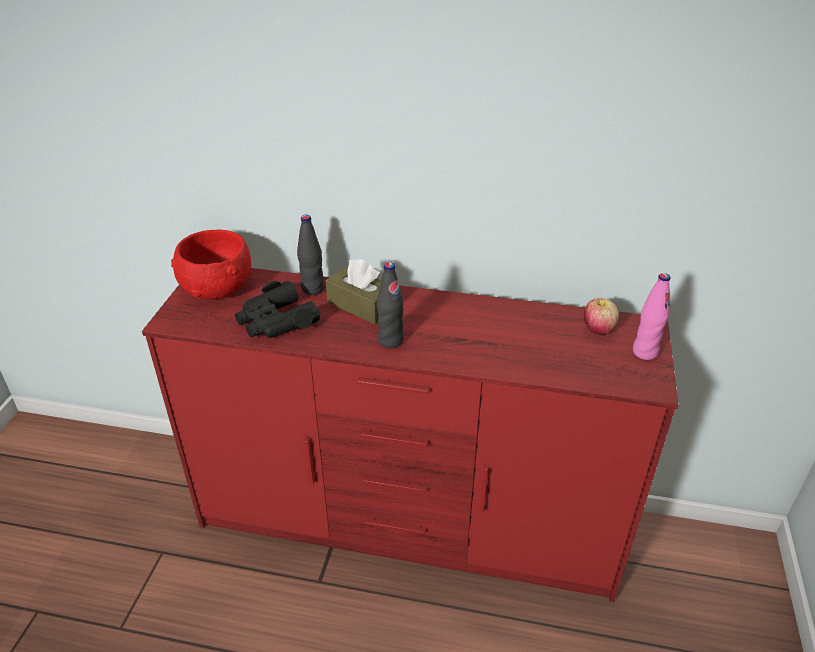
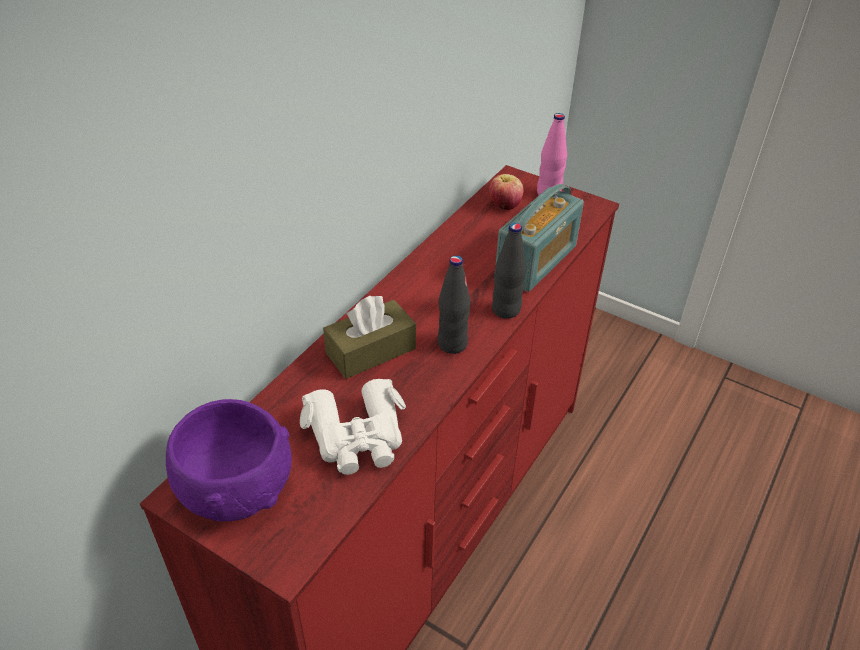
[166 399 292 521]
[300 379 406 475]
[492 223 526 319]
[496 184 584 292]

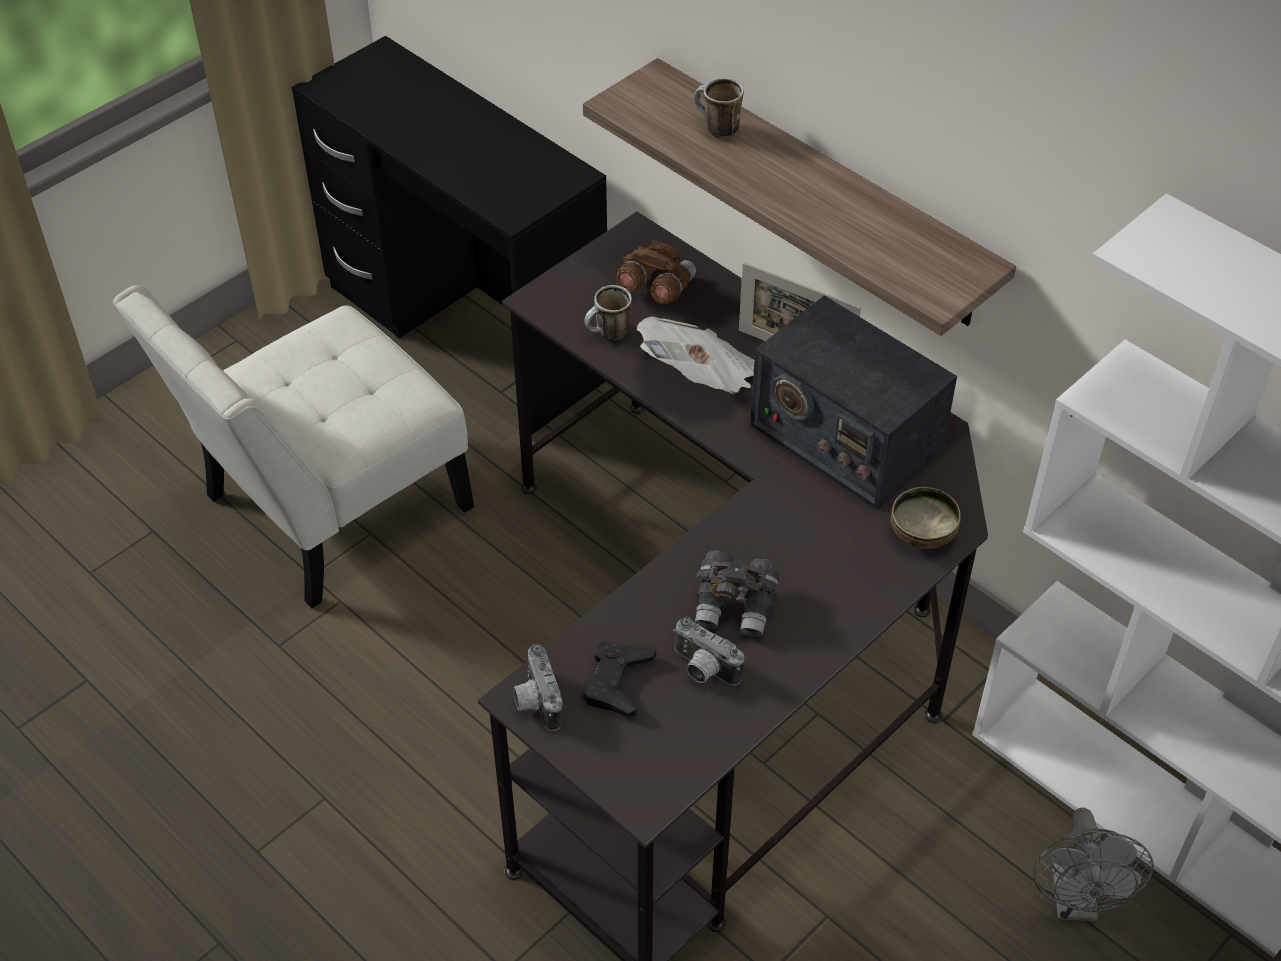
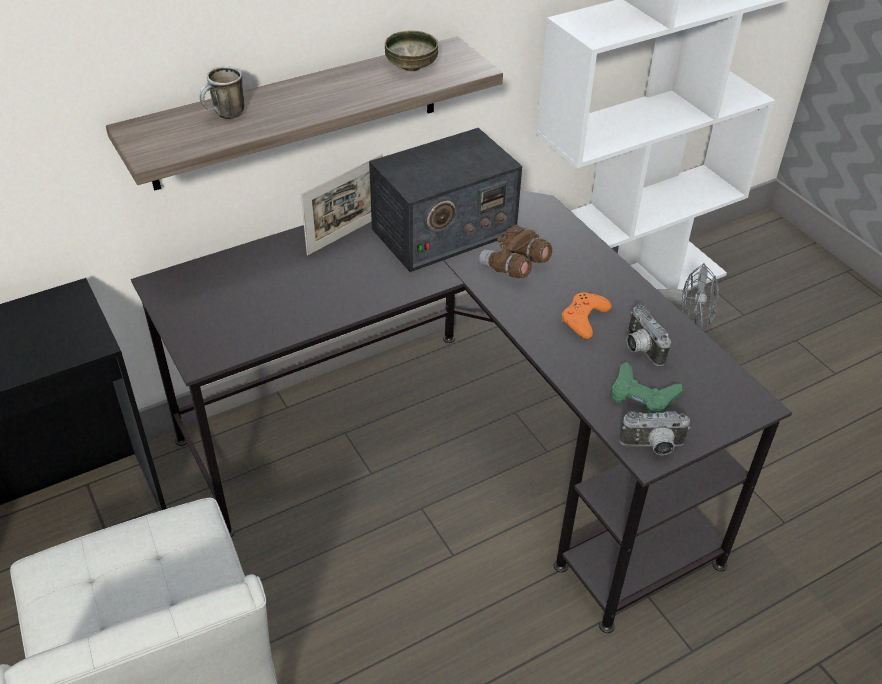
[611 361 682 414]
[585 285 632 340] (first image)
[479 224 552 279]
[637 317 754 394] (first image)
[627 304 671 366]
[562 292 612 339]
[385 31 438 71]

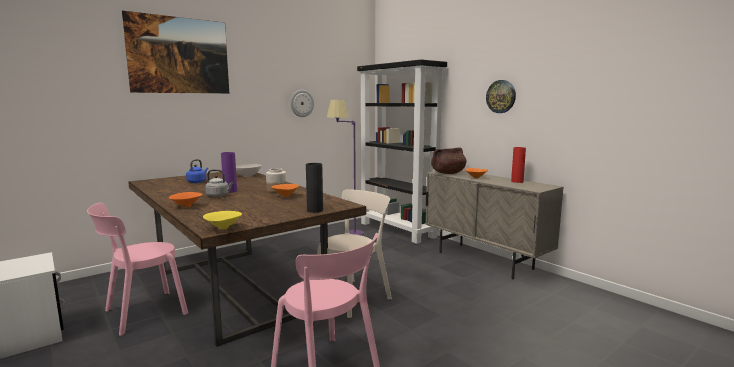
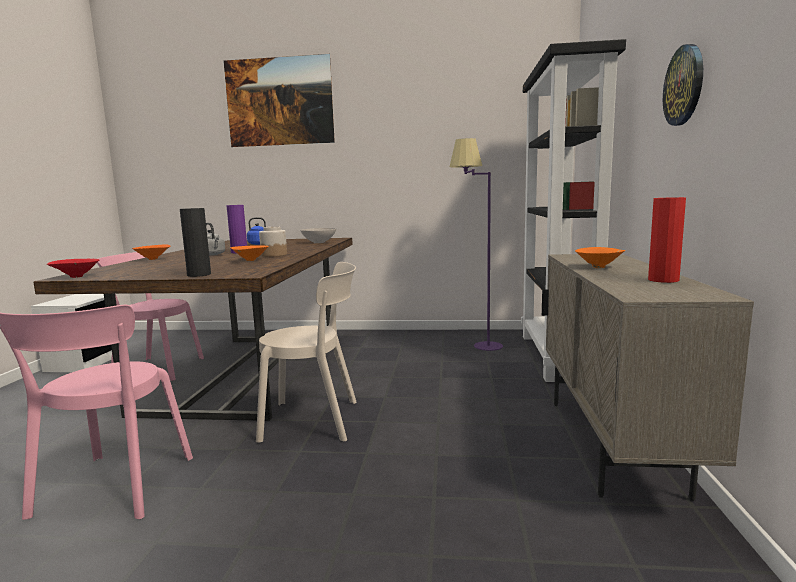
[47 259 100 278]
[290 90 314 117] (first image)
[431 147 467 174] (first image)

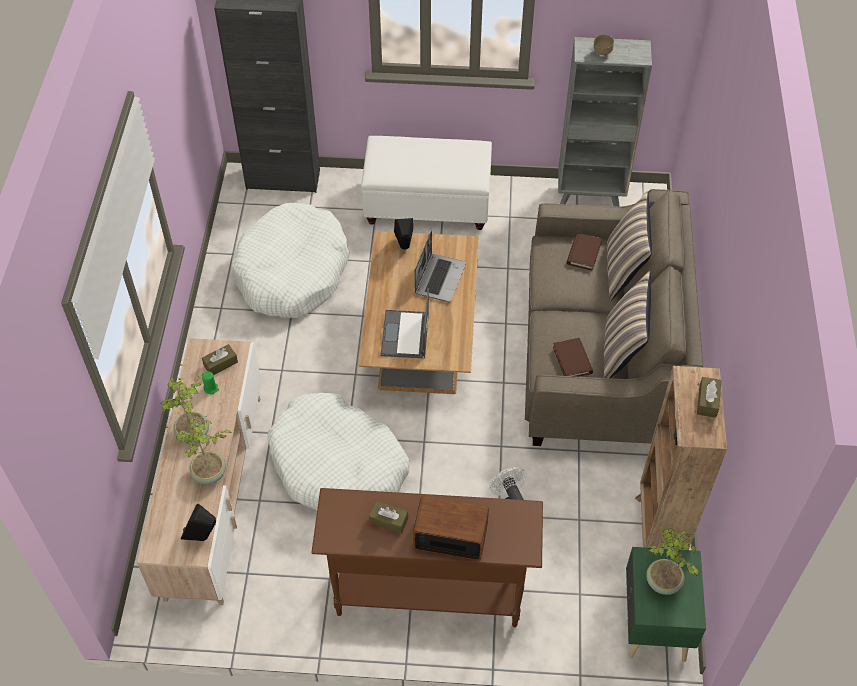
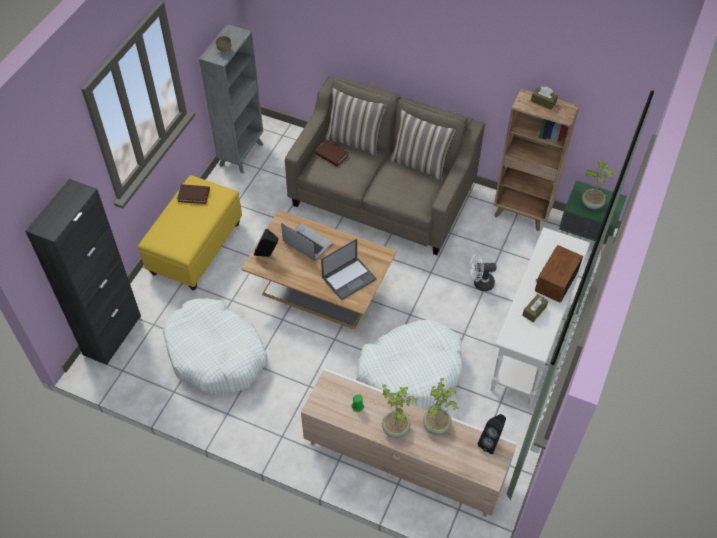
[202 344 238 375] (first image)
[491 227 590 405]
[137 175 242 290]
[321 239 377 300]
[177 184 210 204]

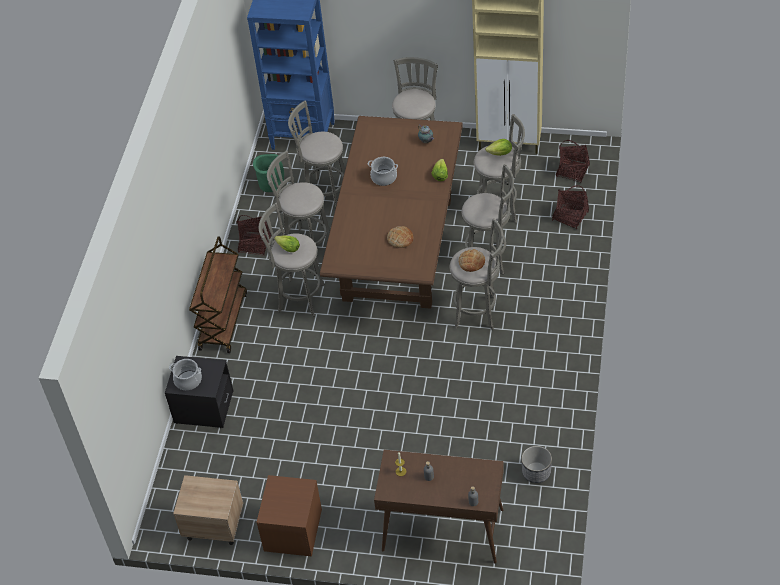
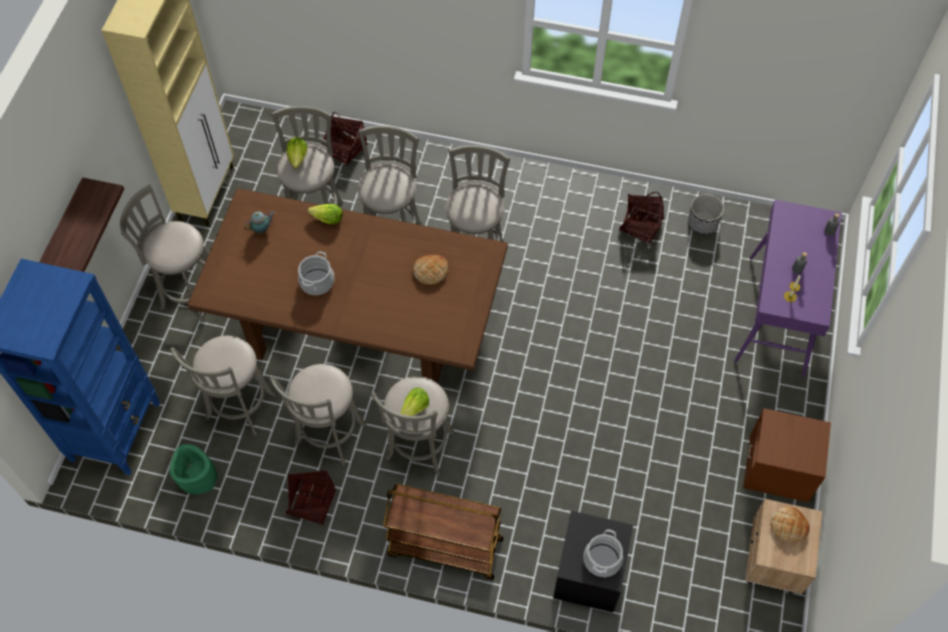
[734 200 842 377]
[770 506 810 543]
[619 192 664 244]
[40 177 124 272]

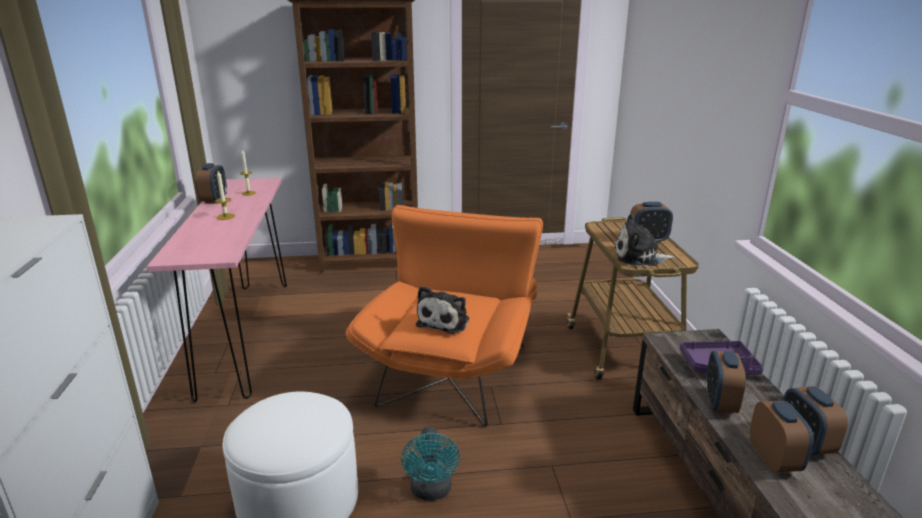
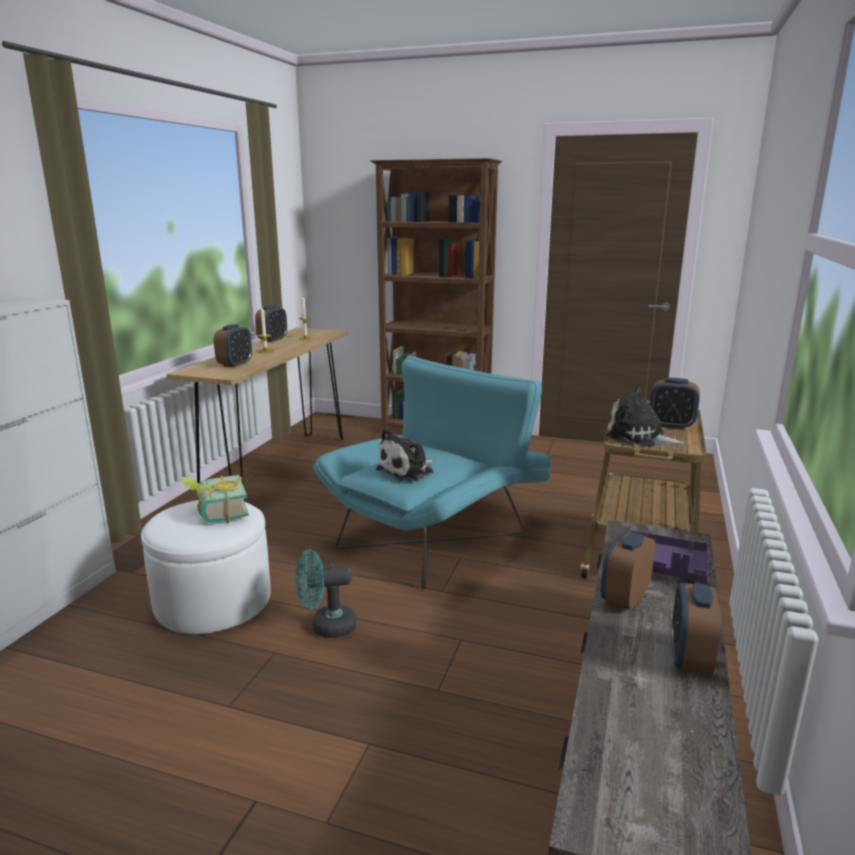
[166 328 348 484]
[314 356 551 589]
[296 549 356 638]
[214 324 252 368]
[180 475 249 523]

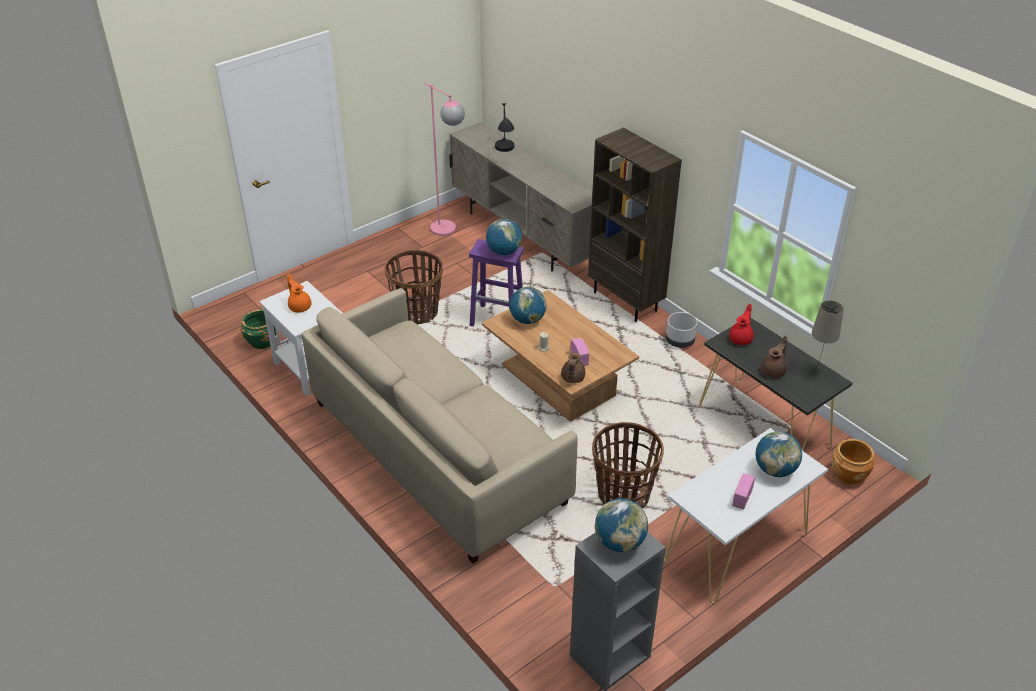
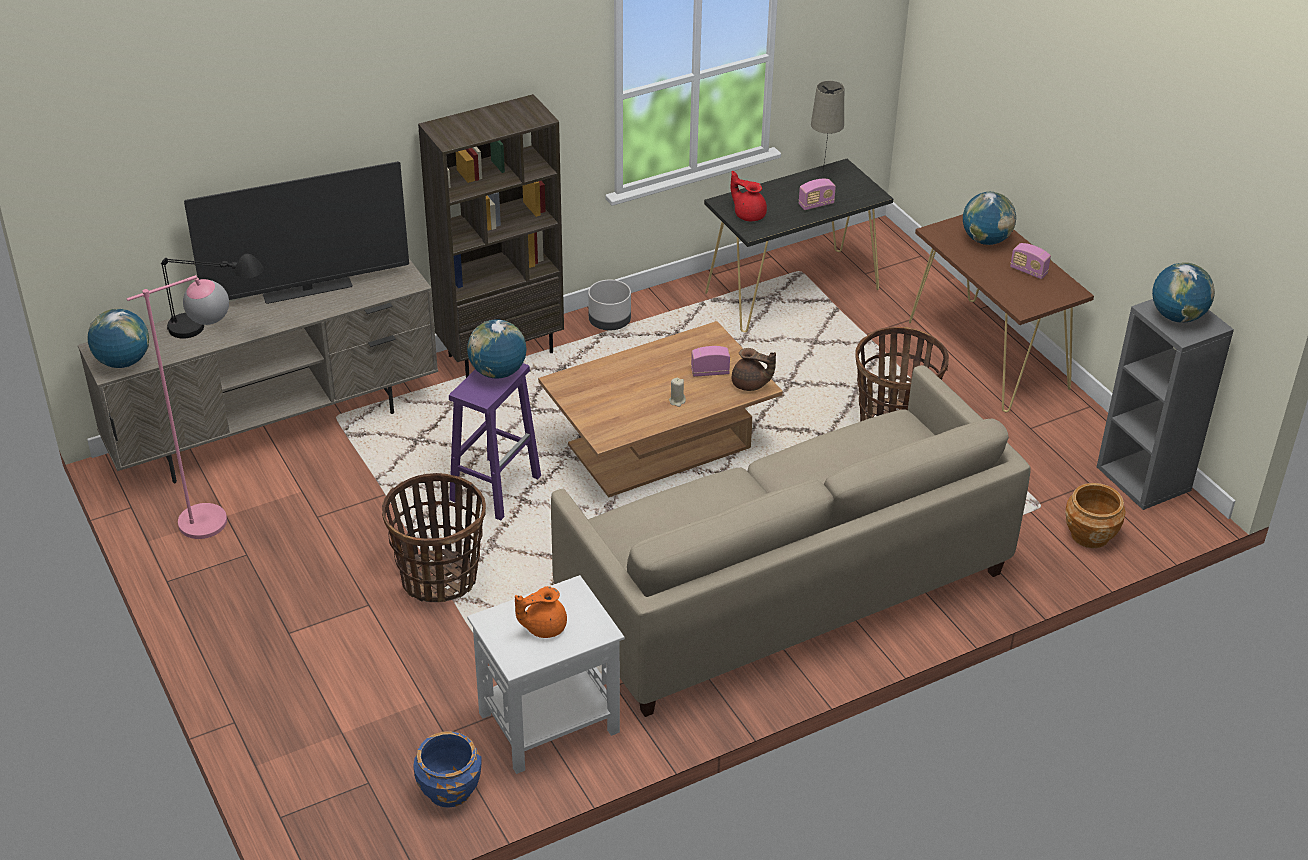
[413 731 482 808]
[87 309 149 368]
[909 214 1094 412]
[799 179 836 210]
[1065 483 1126 548]
[184 161 409 304]

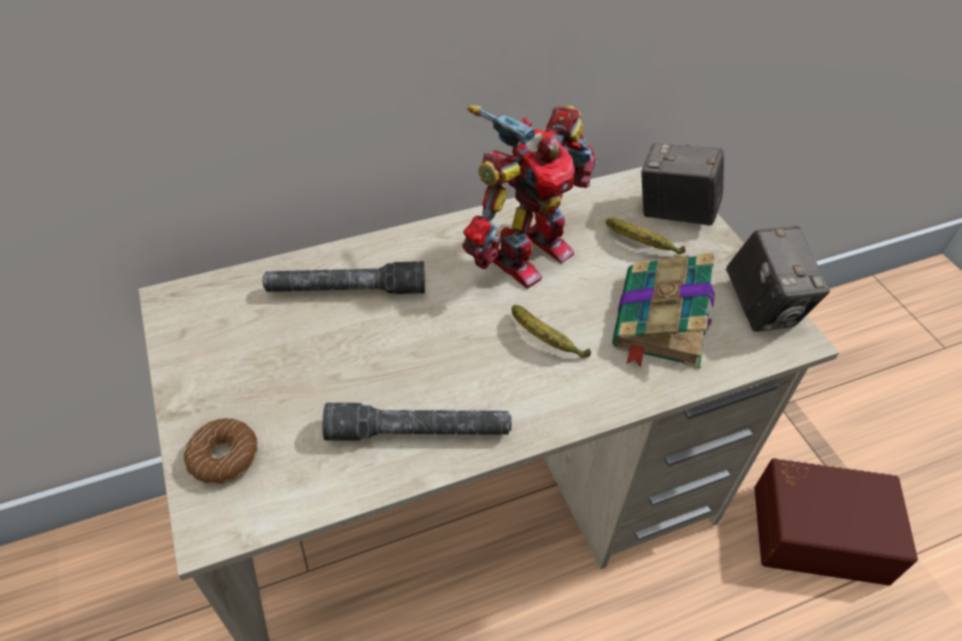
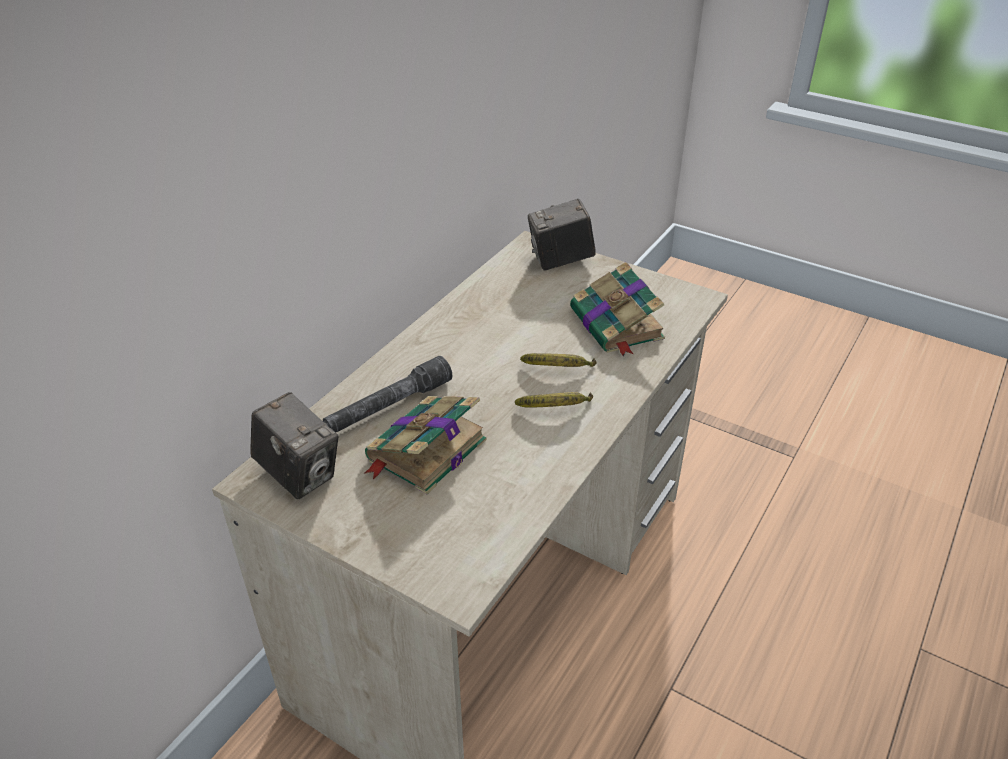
[184 418 258 484] (first image)
[322 403 512 441] (first image)
[463 106 598 289] (first image)
[515 392 593 408]
[250 392 338 499]
[754 458 918 585] (first image)
[364 396 486 494]

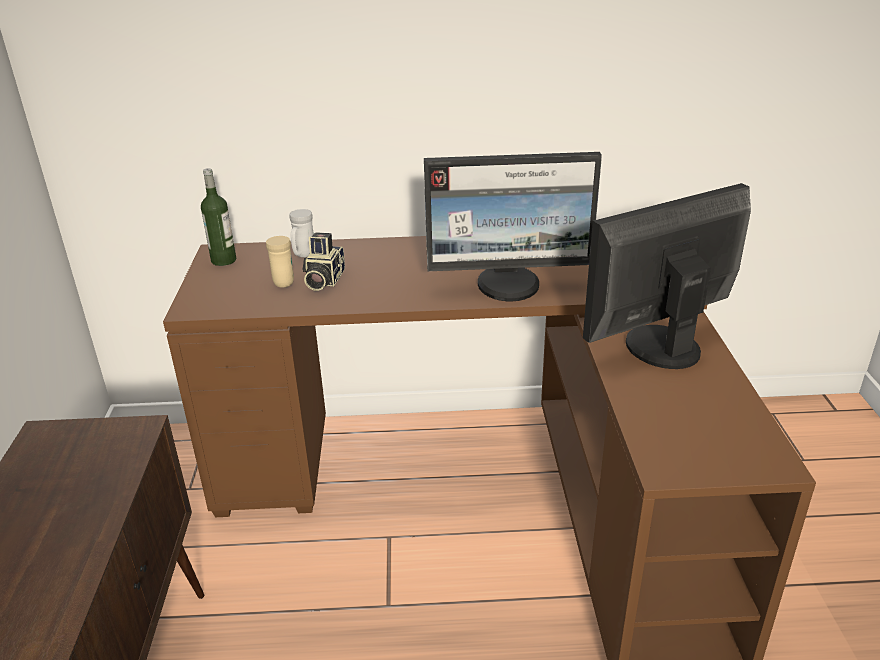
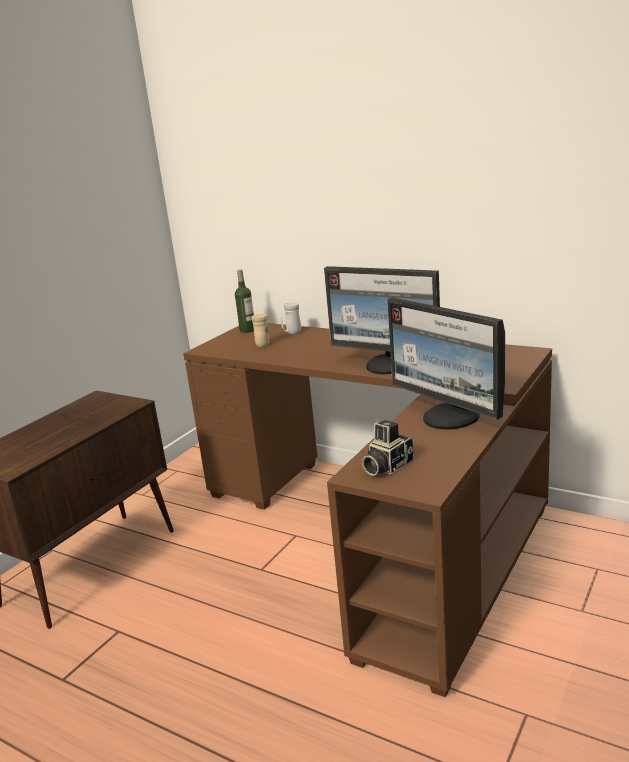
[362 420 414 476]
[387 297 505 430]

